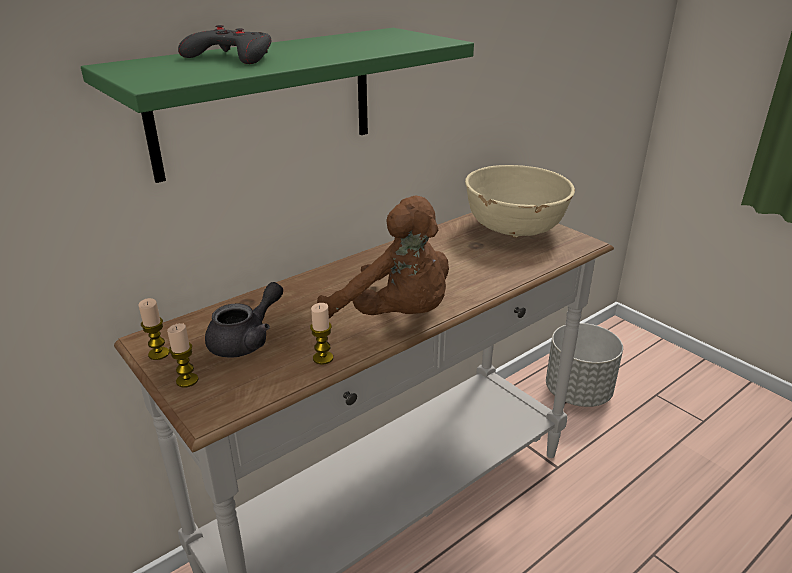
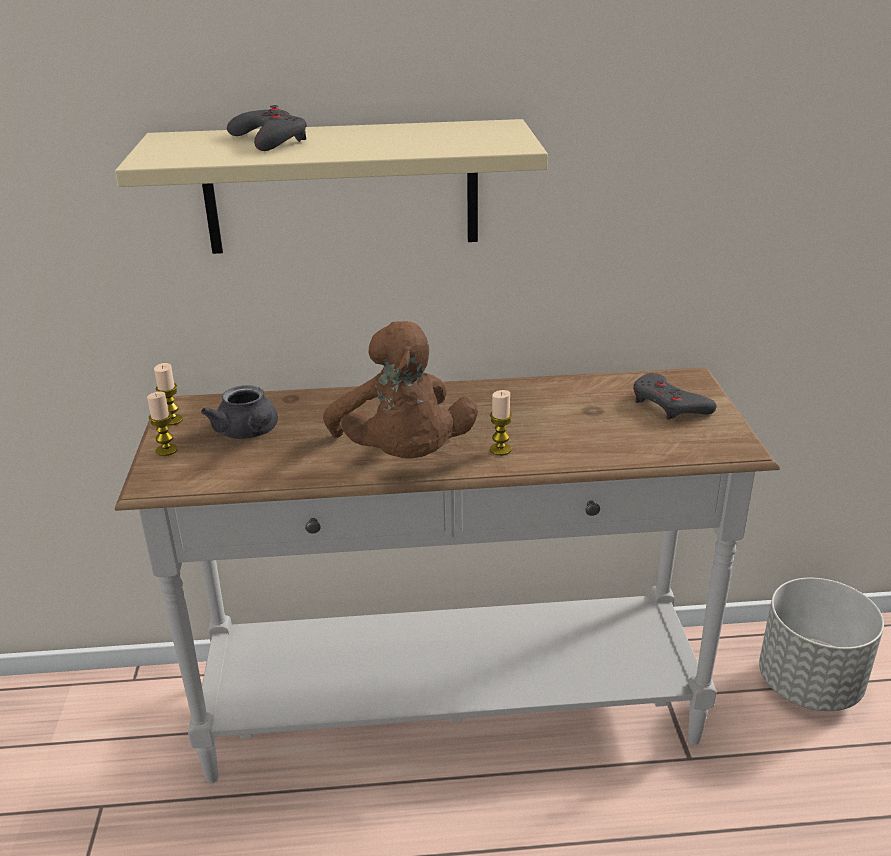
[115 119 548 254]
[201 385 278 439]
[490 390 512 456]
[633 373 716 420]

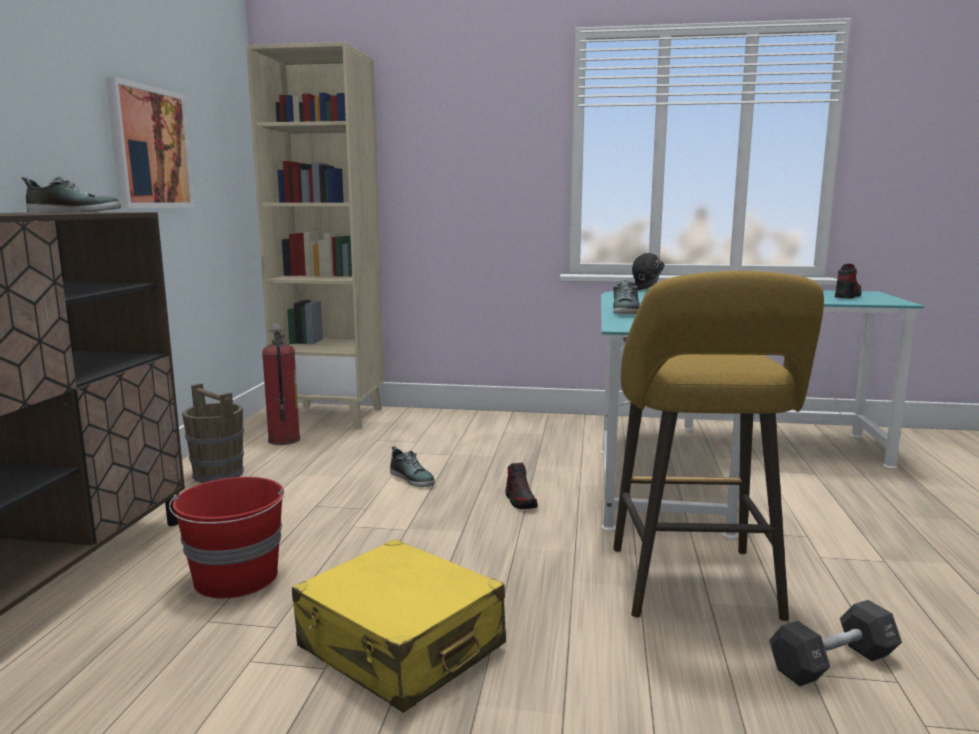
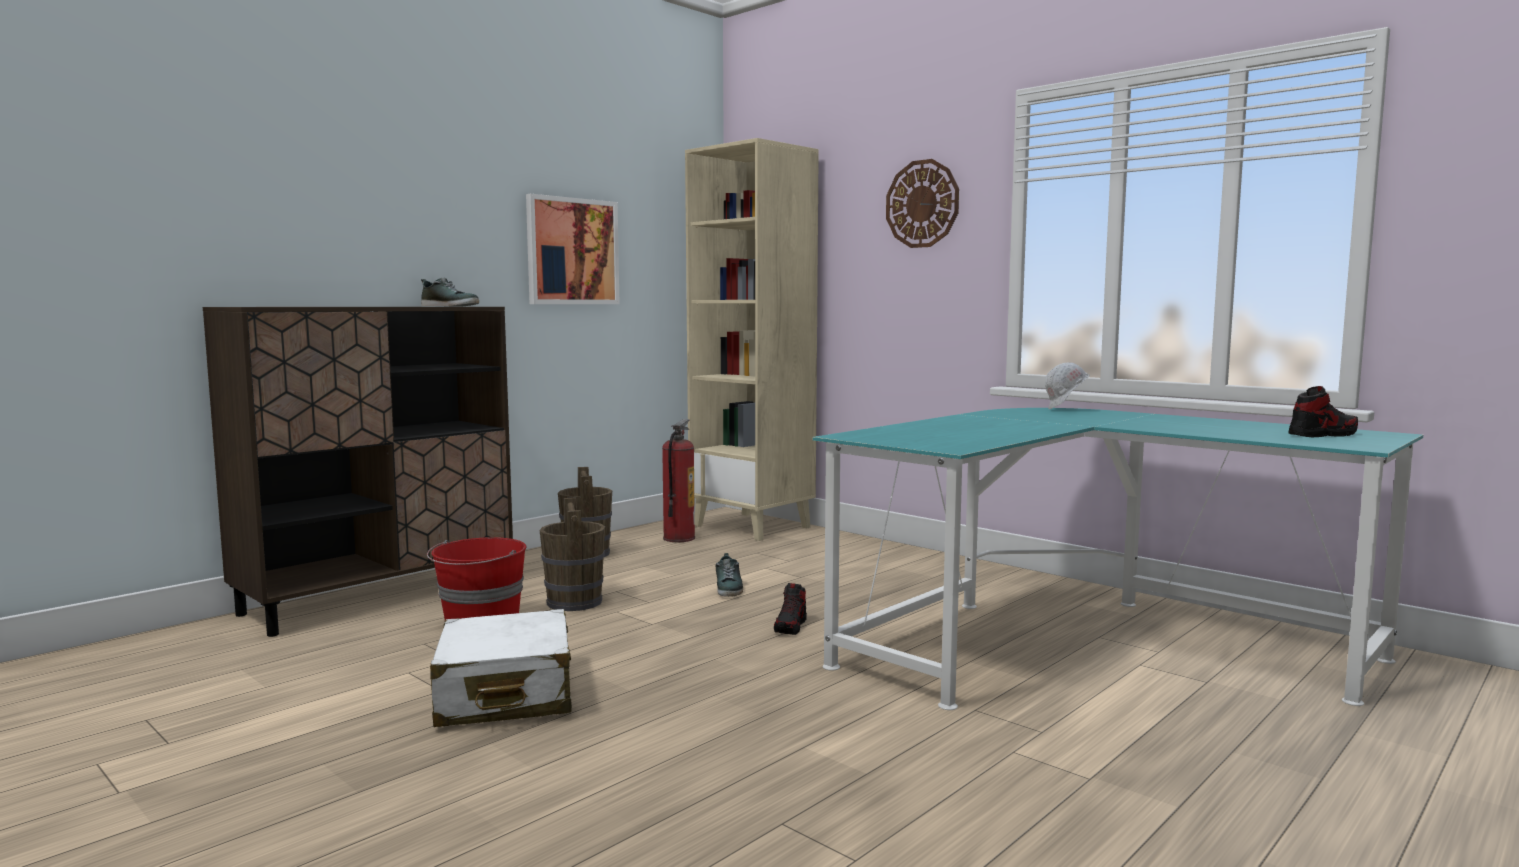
[430 609 572 727]
[613 271 824 621] (first image)
[613 280 640 314] (first image)
[1045 362 1090 409]
[769 600 902 686] (first image)
[540 497 605 611]
[886 159 959 248]

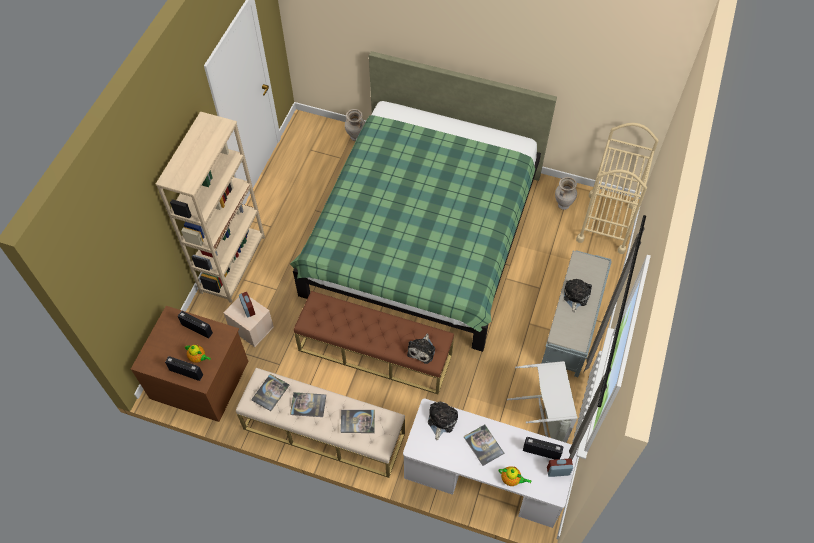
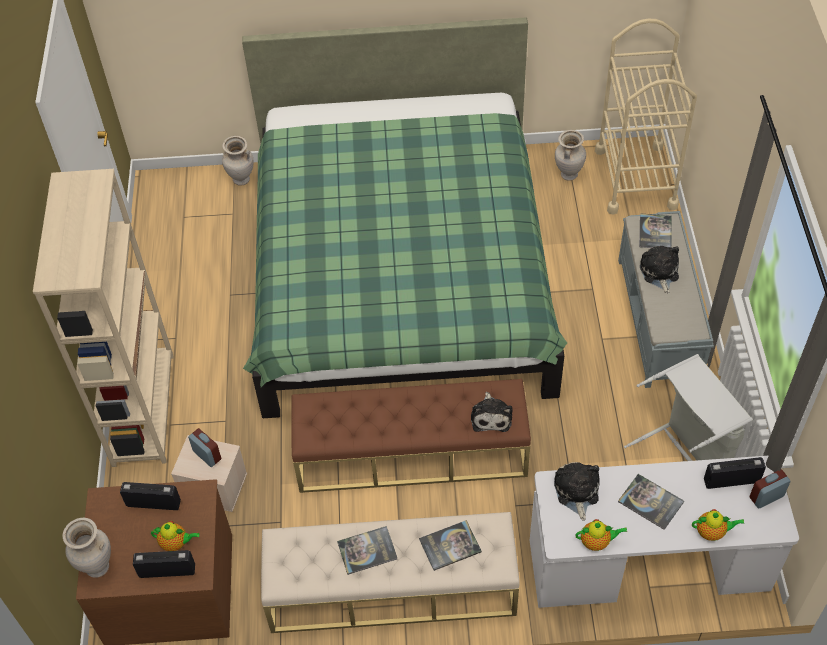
[639 213 672 248]
[62 518 111 578]
[575 519 627 551]

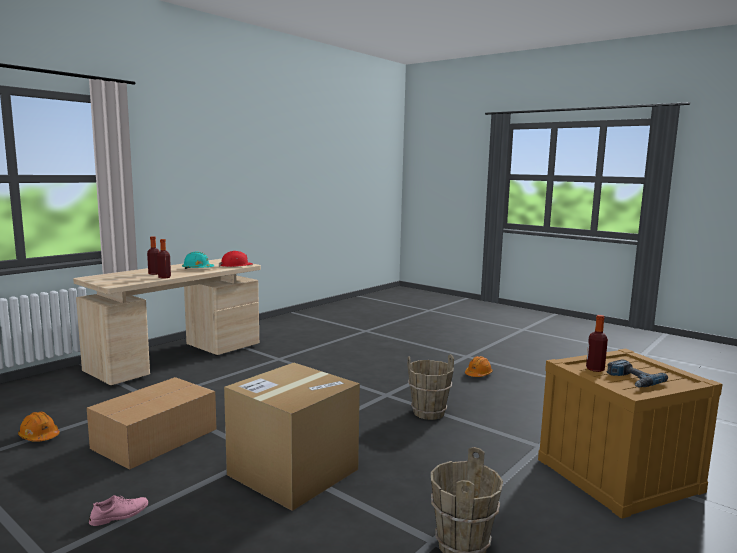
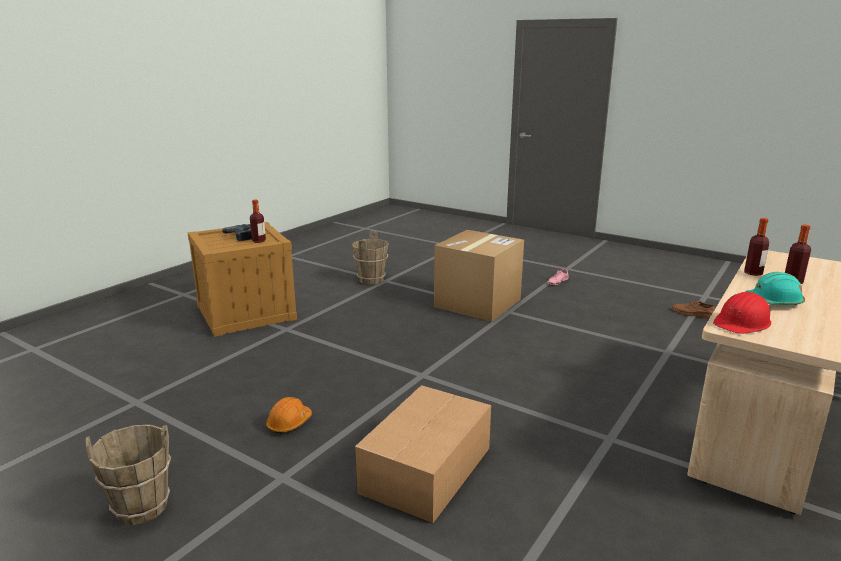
[671 301 715 319]
[355 385 491 524]
[86 425 171 525]

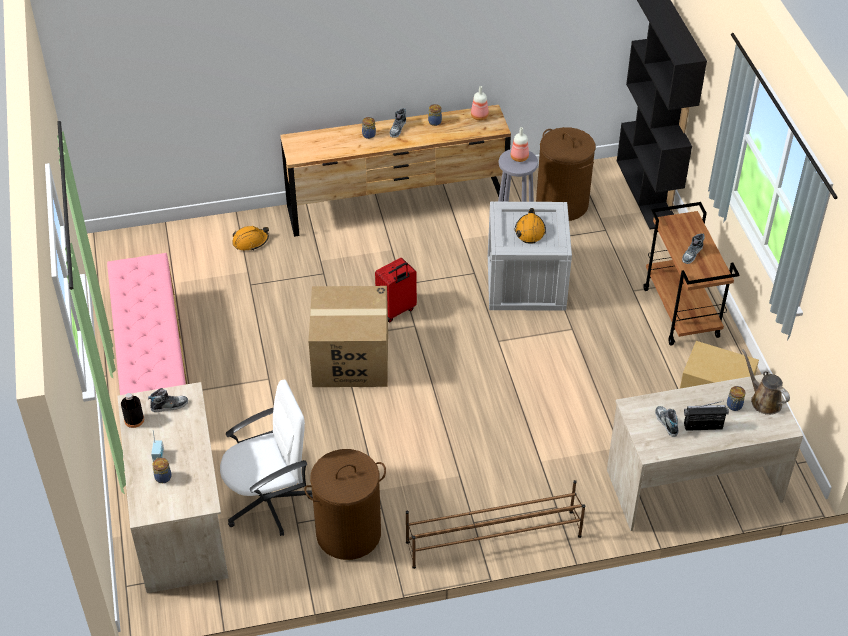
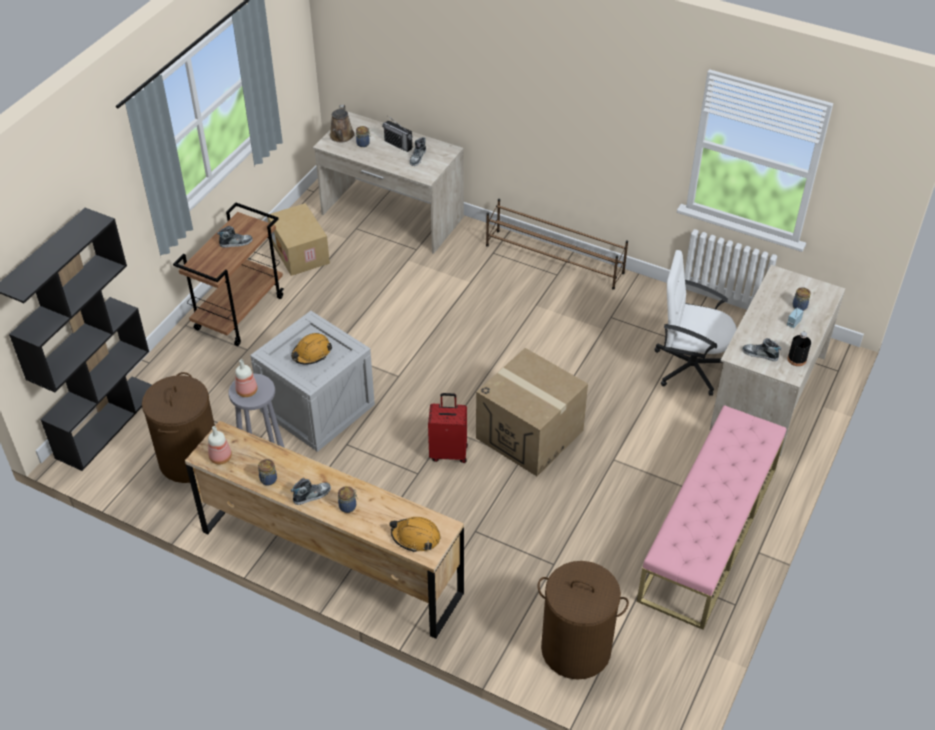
[389 517 440 552]
[538 561 629 679]

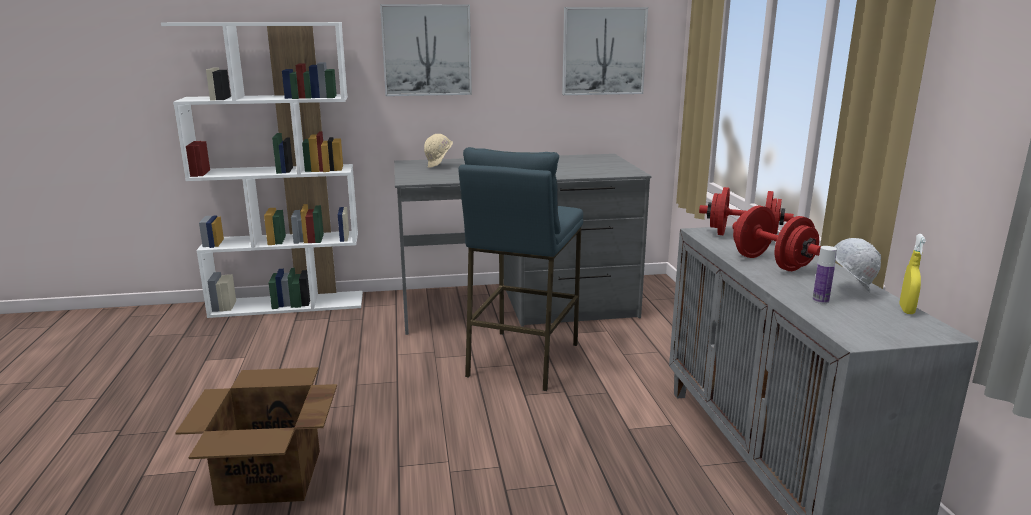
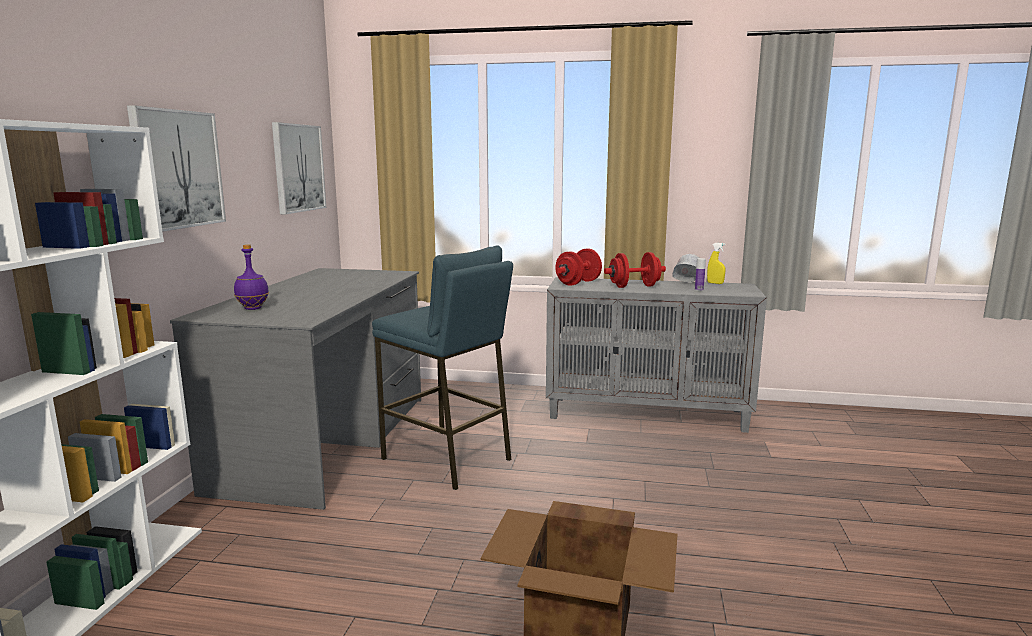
[234 244 269 310]

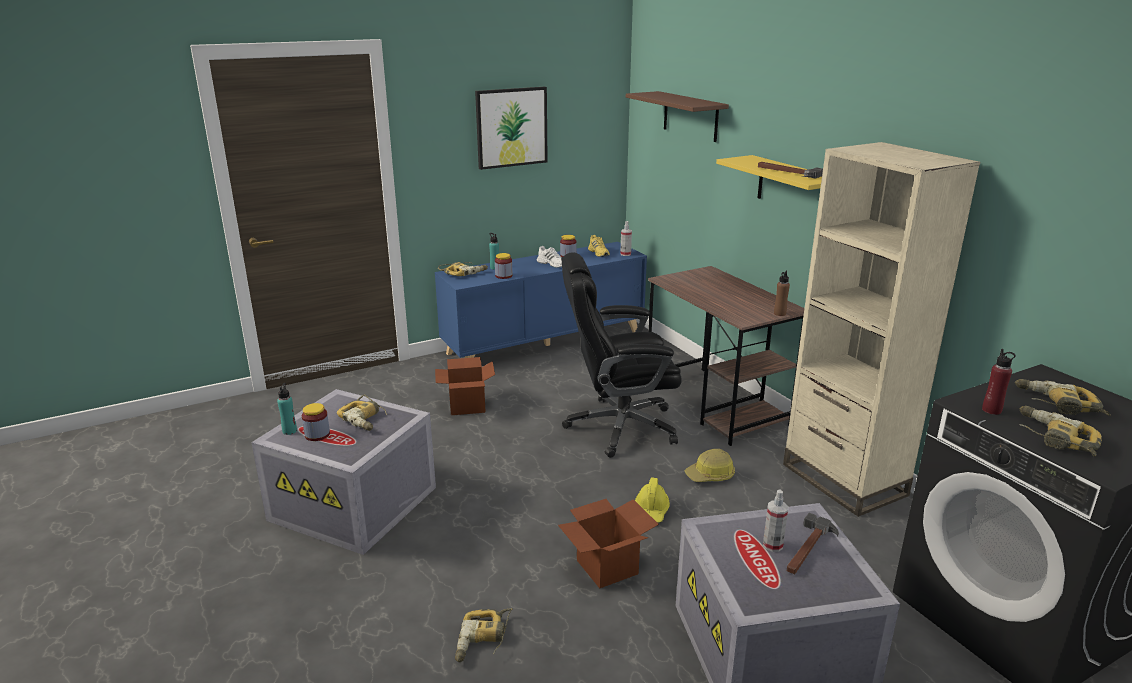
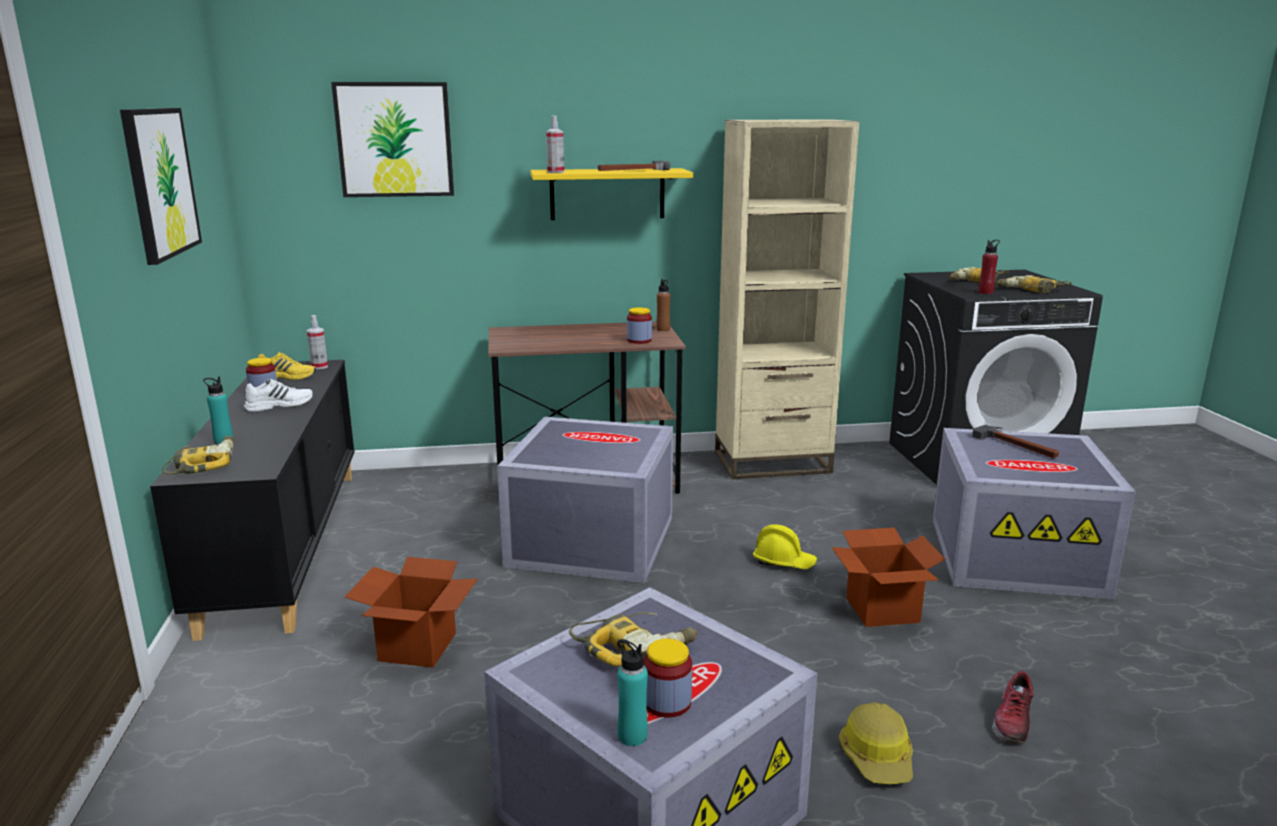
[150 360 355 641]
[992 670 1034 744]
[627 307 652 344]
[497 417 673 583]
[331 82 454 197]
[839 702 913 784]
[546 115 564 173]

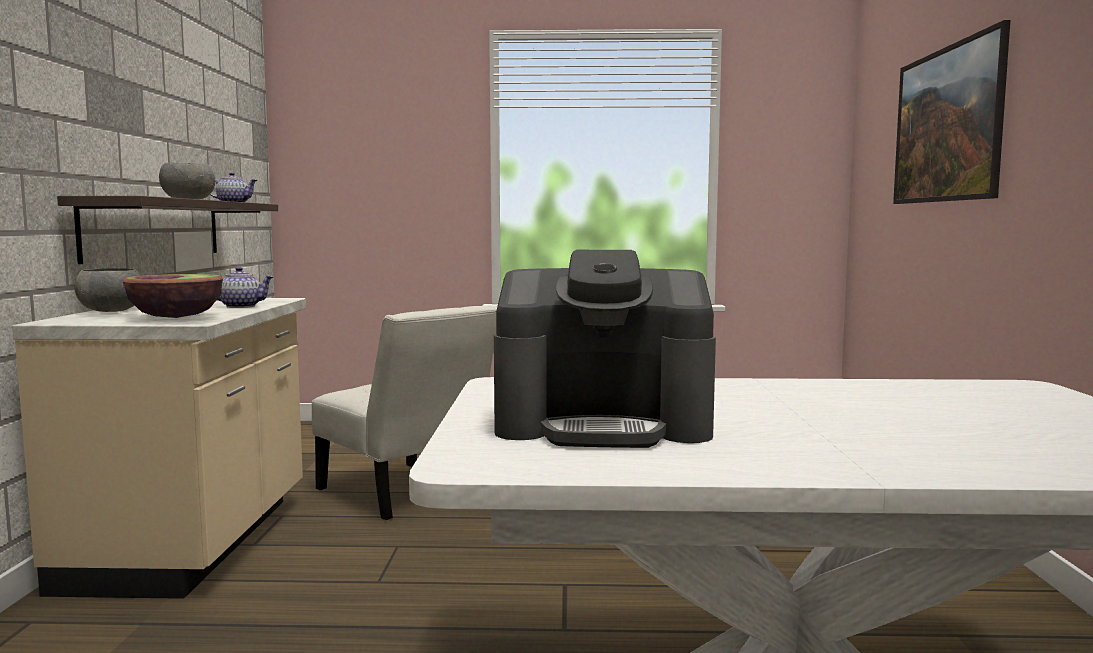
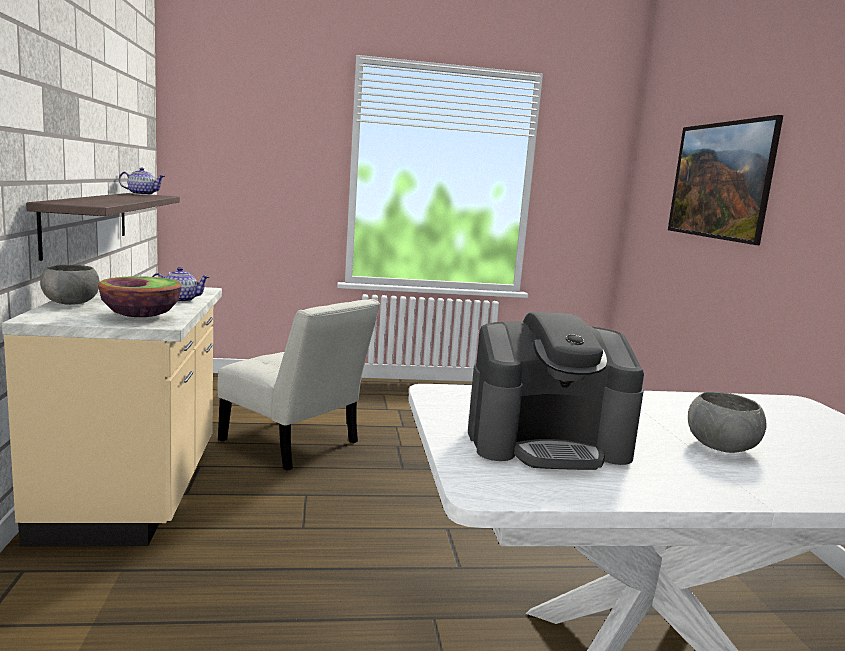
[688 392 767 453]

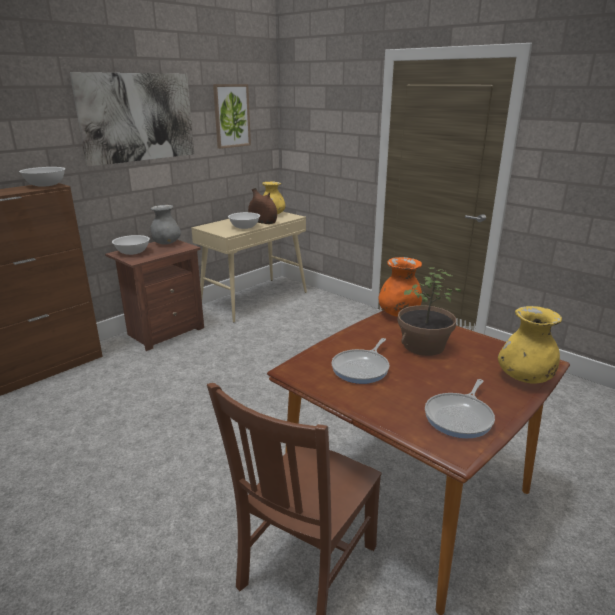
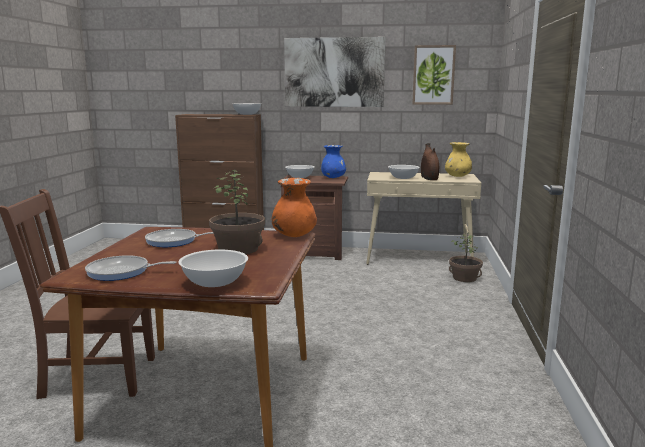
[321 145 346 178]
[178 250 248 287]
[449 232 483 282]

